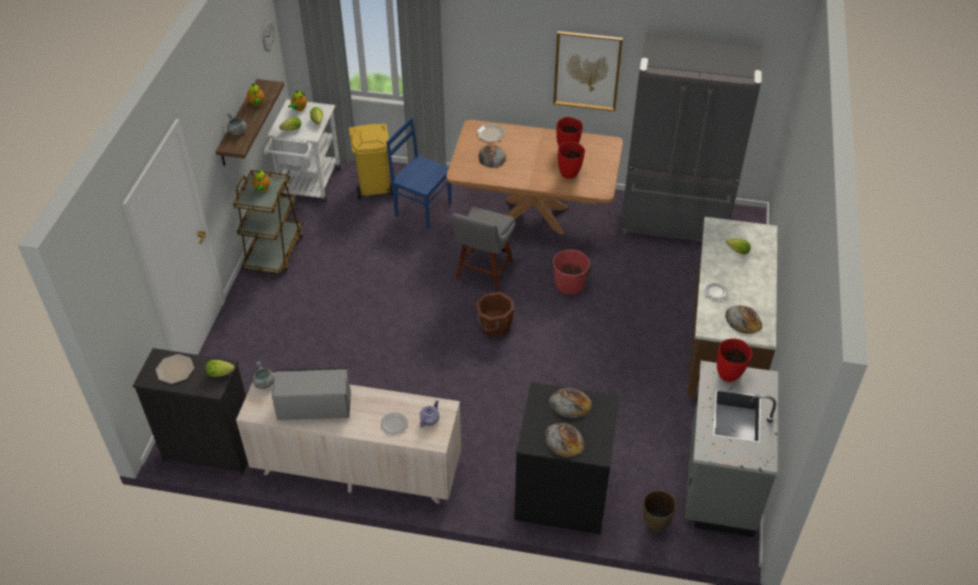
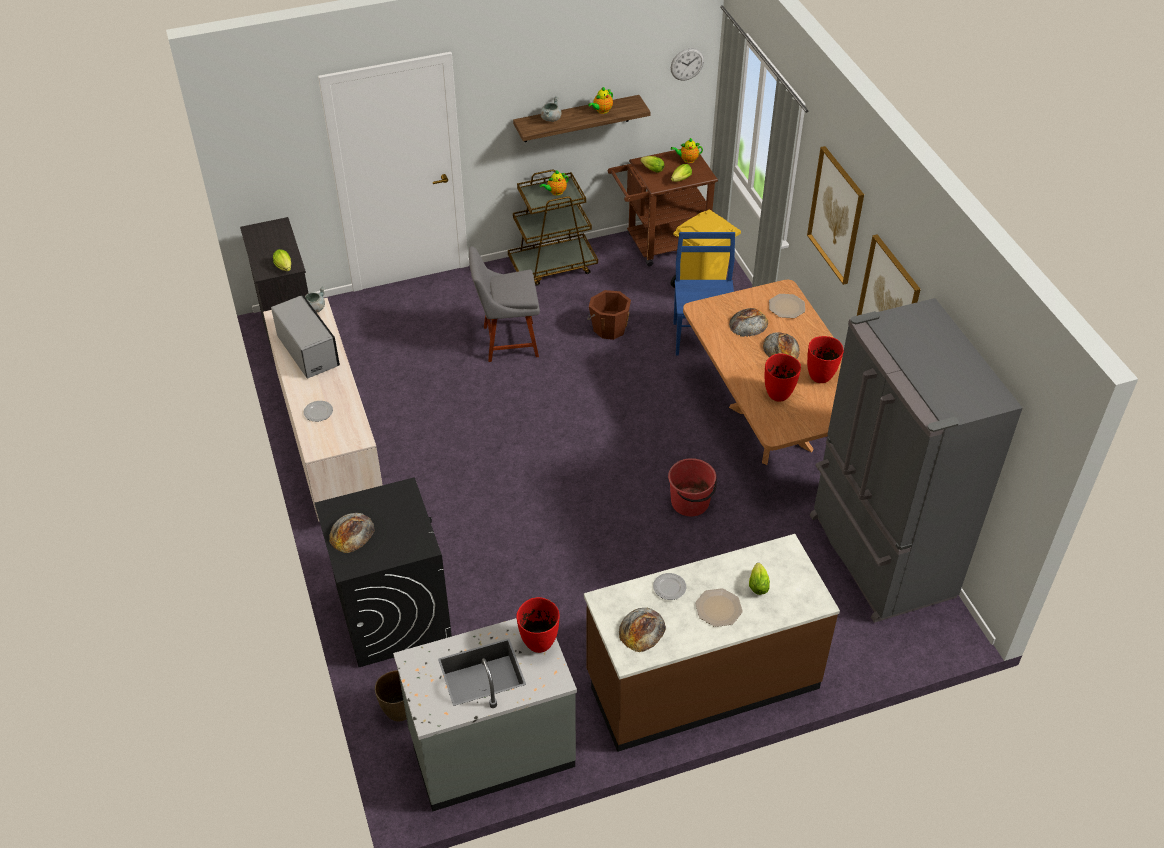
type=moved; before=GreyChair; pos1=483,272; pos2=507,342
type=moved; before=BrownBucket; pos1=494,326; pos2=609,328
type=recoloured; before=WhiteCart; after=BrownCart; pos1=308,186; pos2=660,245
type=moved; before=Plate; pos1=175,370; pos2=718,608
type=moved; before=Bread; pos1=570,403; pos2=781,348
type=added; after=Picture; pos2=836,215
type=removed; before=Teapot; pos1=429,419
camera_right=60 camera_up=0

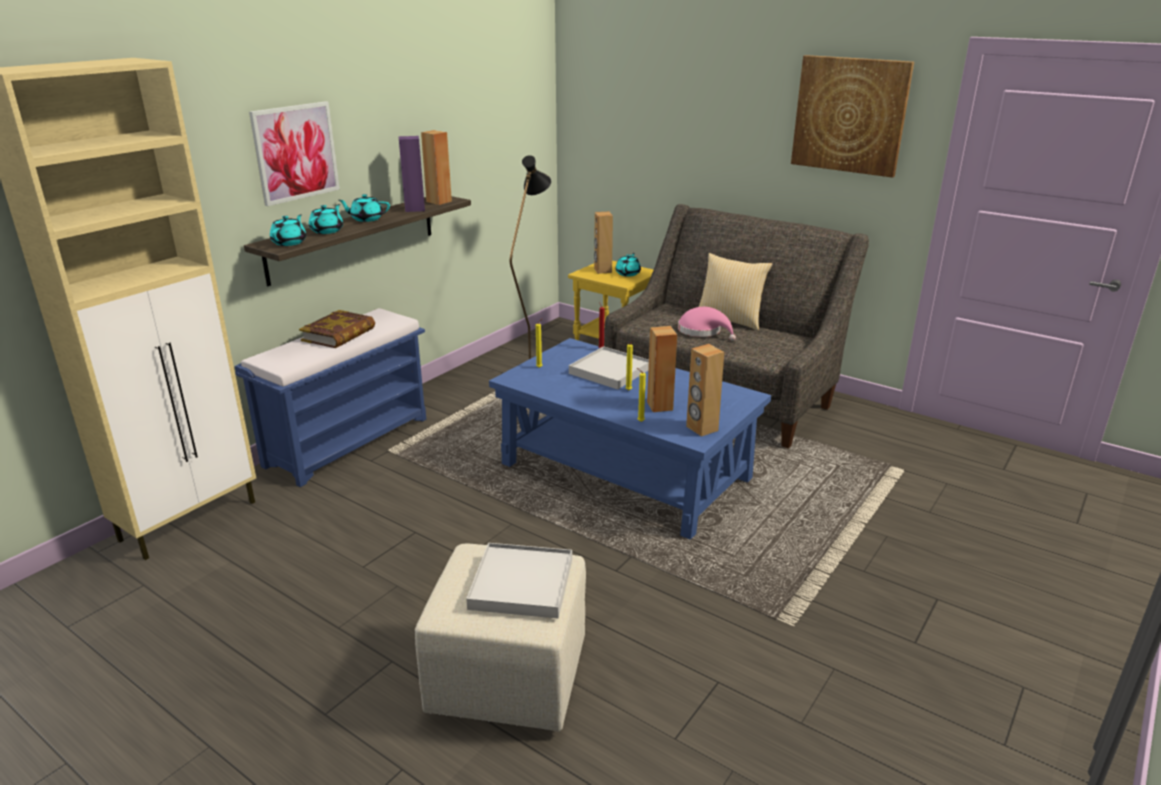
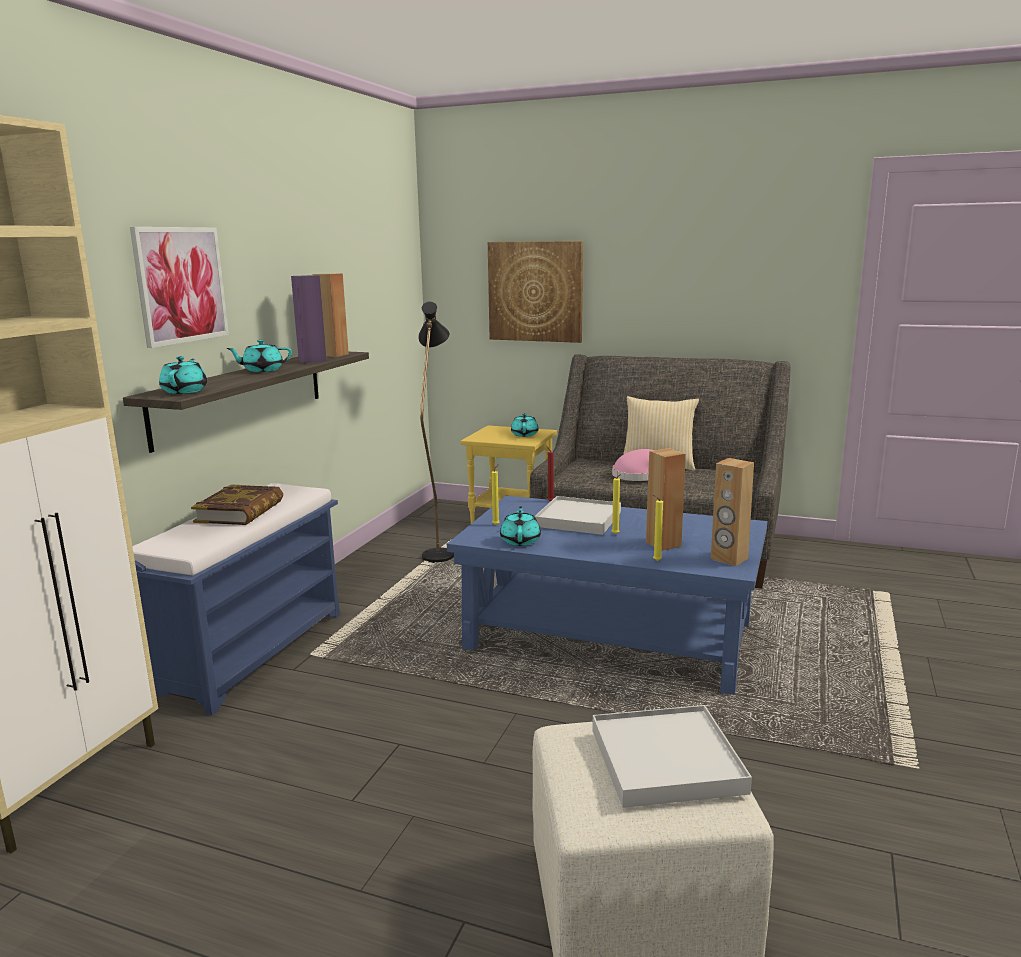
type=moved; before=Picture; pos1=850,115; pos2=535,291
type=moved; before=TurquoiseTeapot; pos1=327,231; pos2=520,540
type=removed; before=BrownSpeaker; pos1=602,270
camera_right=-15 camera_up=-10

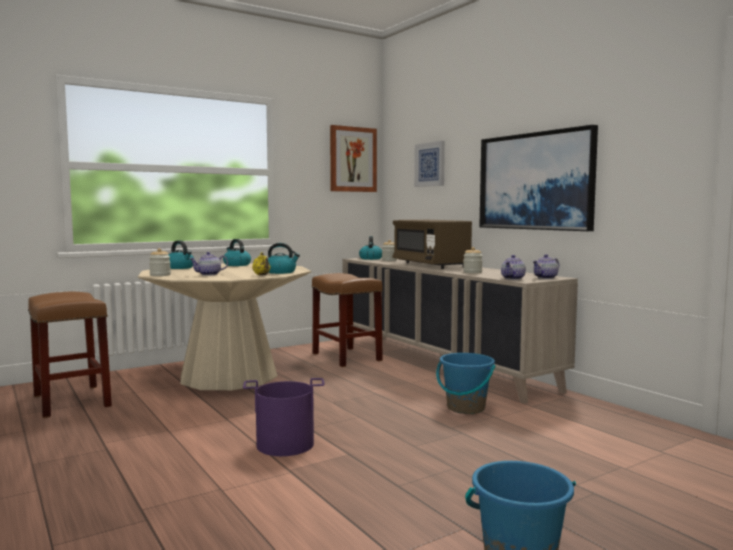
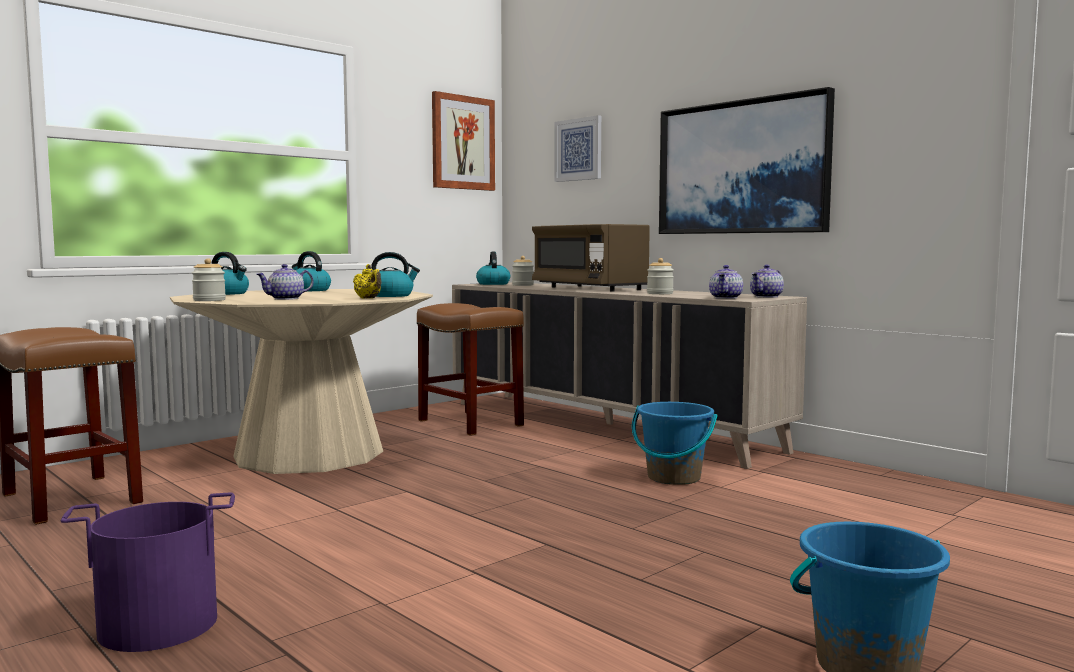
type=moved; before=PurpleBucket; pos1=285,444; pos2=158,624
camera_right=-10 camera_up=0

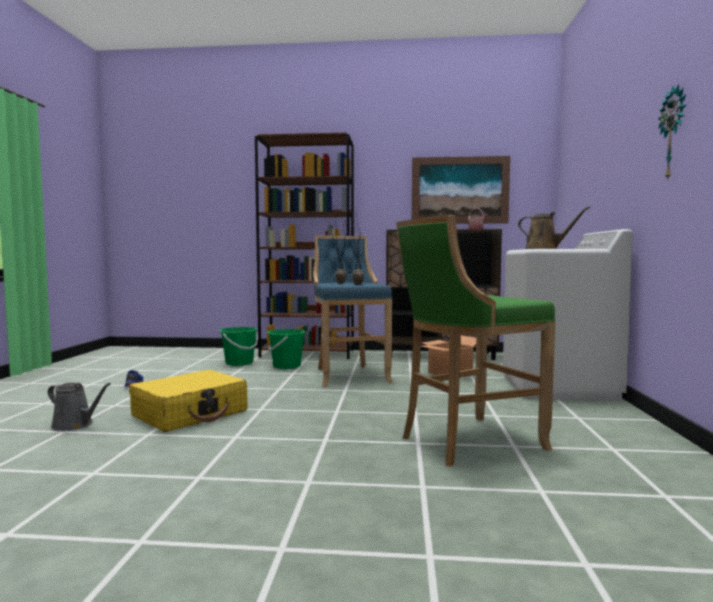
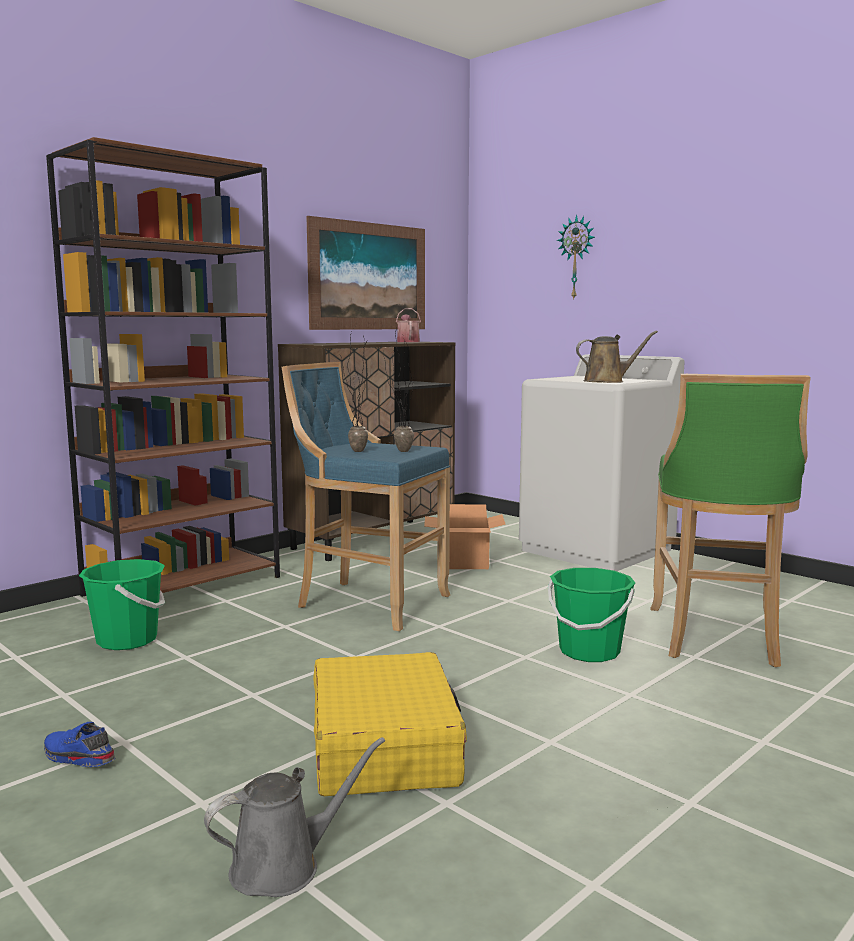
type=moved; before=GreenBucket; pos1=286,366; pos2=589,651
type=moved; before=WallClock; pos1=674,133; pos2=577,258
camera_right=-50 camera_up=5

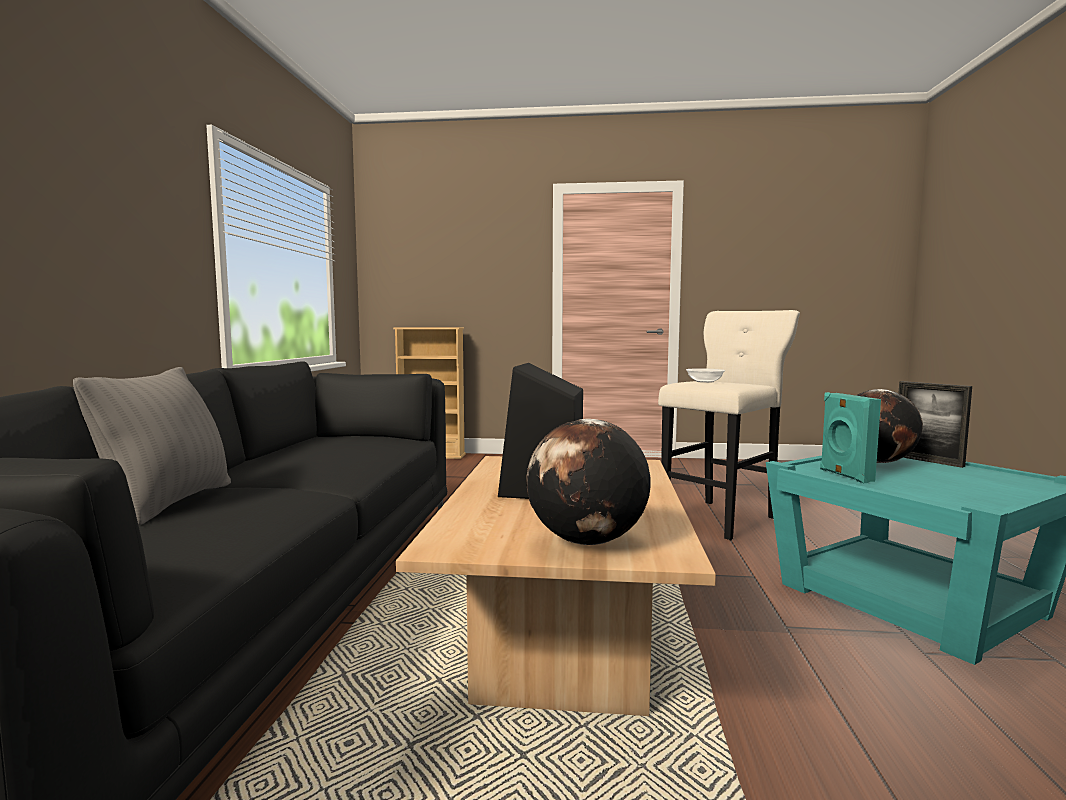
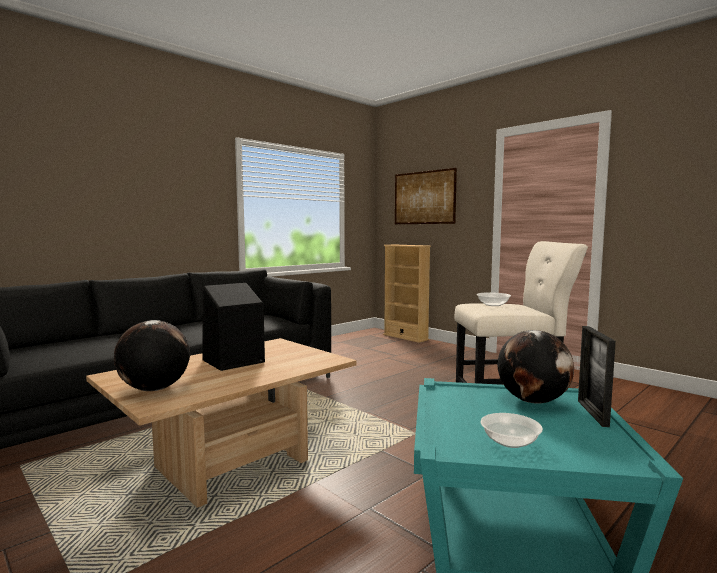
type=added; after=Picture; pos2=424,197
type=added; after=Bowl; pos2=510,442
type=removed; before=GreyPillow; pos1=169,503
type=removed; before=TurquoiseSpeaker; pos1=844,475
camera_right=40 camera_up=0

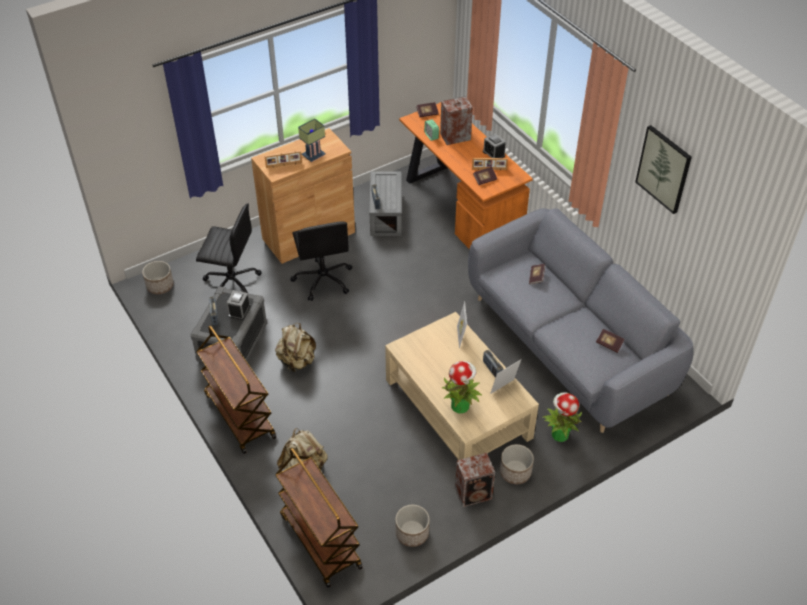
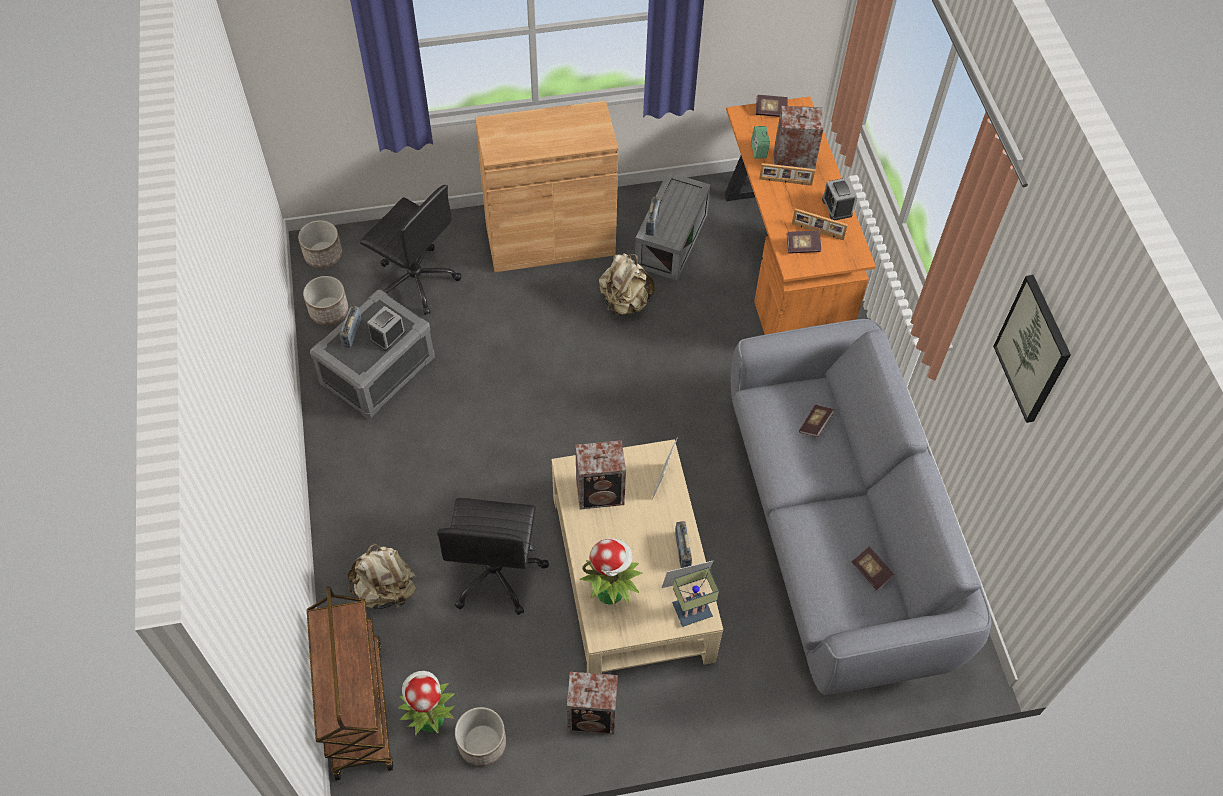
type=moved; before=Planter; pos1=515,472; pos2=329,311
type=moved; before=PottedPlant; pos1=559,434; pos2=429,718
type=moved; before=BlackOfficeChair; pos1=323,279; pos2=495,573
type=added; after=Speaker; pos2=601,493
type=moved; before=BeigeBackpack; pos1=297,361; pos2=624,302
type=moved; before=TableLamp; pos1=313,155; pos2=692,609
type=moved; before=PictureFrame; pos1=284,165; pos2=785,182
type=removed; before=BrownCart; pos1=239,415
camera_right=20 camera_up=10

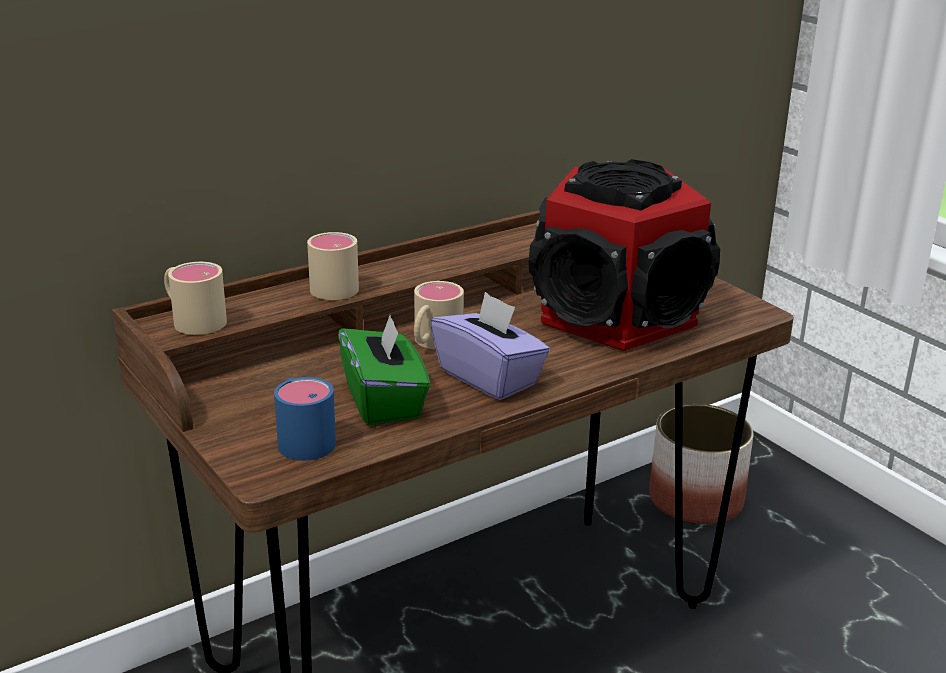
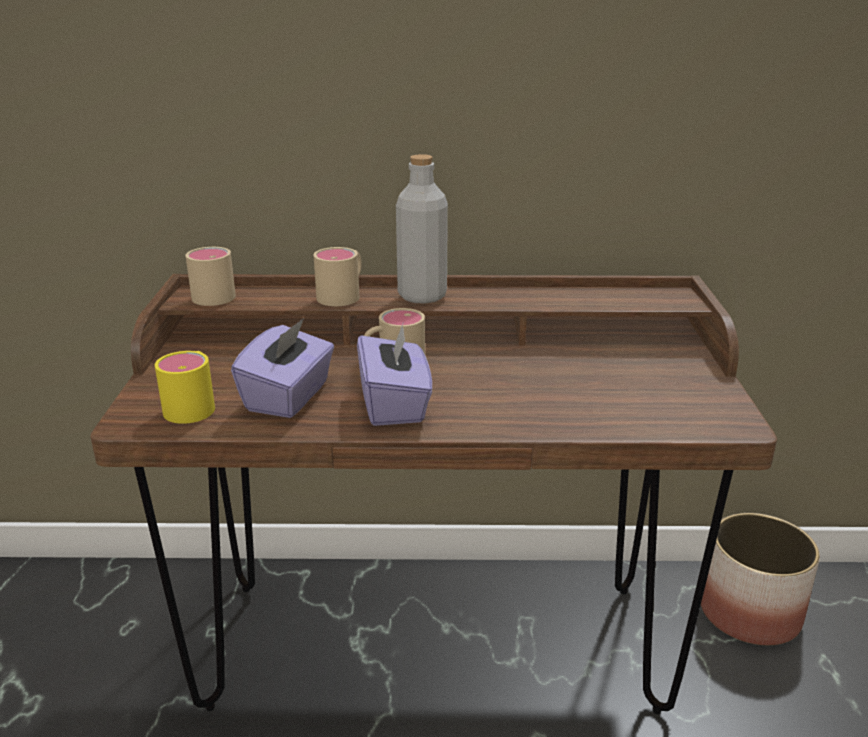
type=recoloured; before=BlueMug; after=YellowMug; pos1=302,438; pos2=194,404
type=recoloured; before=GreenTissueBox; after=PurpleTissueBox; pos1=384,401; pos2=289,397
type=added; after=GreyBottle; pos2=422,295
type=removed; before=Speaker; pos1=618,316
camera_right=35 camera_up=0

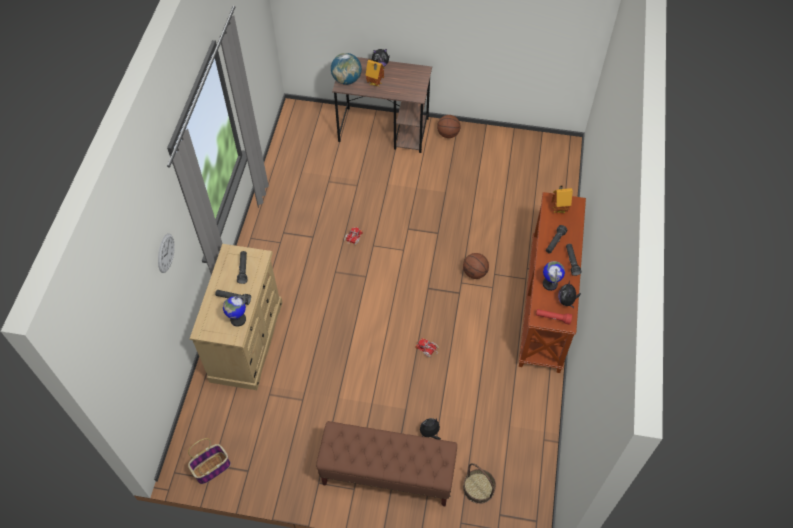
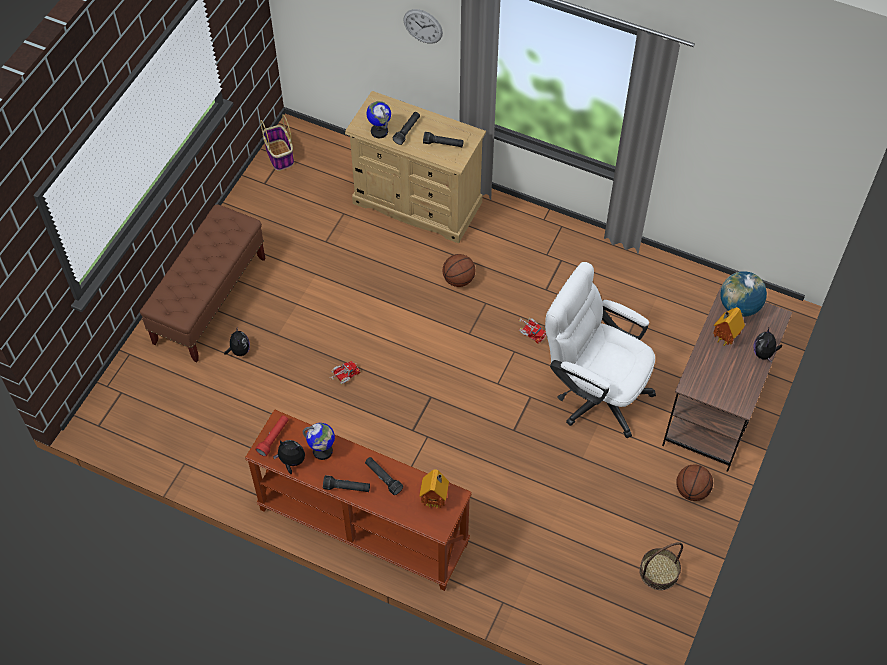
type=moved; before=Basketball; pos1=475,272; pos2=458,280
type=added; after=WhiteOfficeChair; pos2=594,392
type=moved; before=Basket; pos1=479,488; pos2=659,572
camera_right=105 camera_up=0

